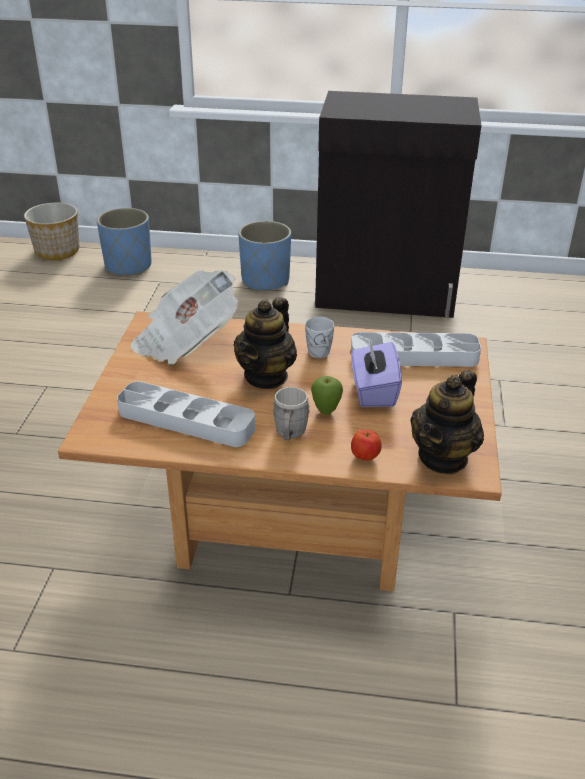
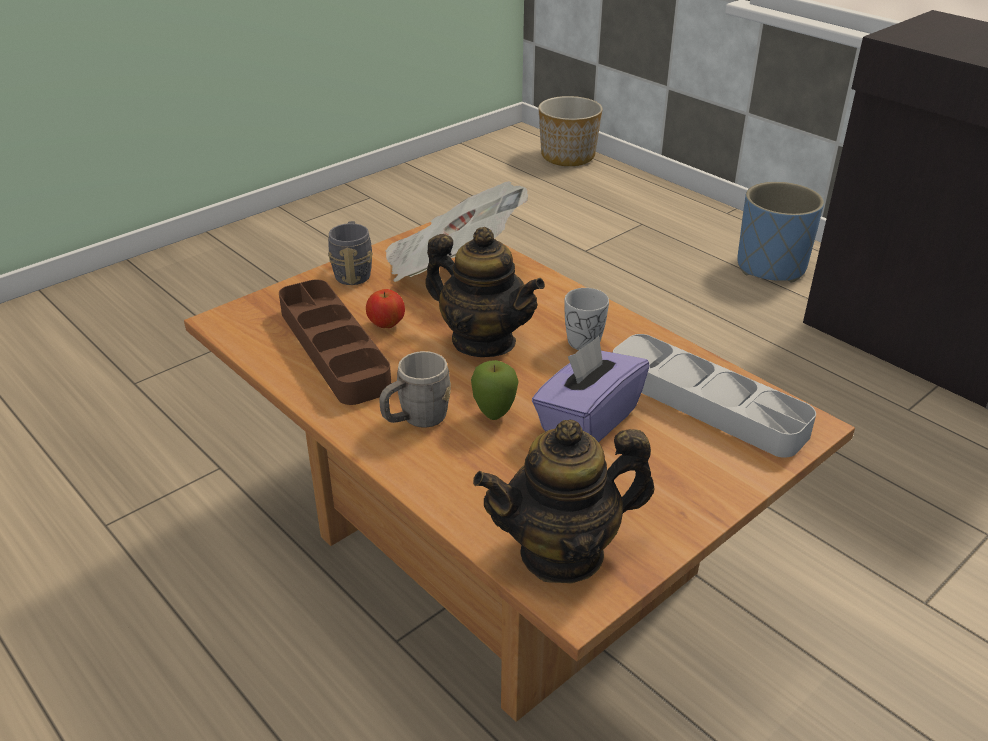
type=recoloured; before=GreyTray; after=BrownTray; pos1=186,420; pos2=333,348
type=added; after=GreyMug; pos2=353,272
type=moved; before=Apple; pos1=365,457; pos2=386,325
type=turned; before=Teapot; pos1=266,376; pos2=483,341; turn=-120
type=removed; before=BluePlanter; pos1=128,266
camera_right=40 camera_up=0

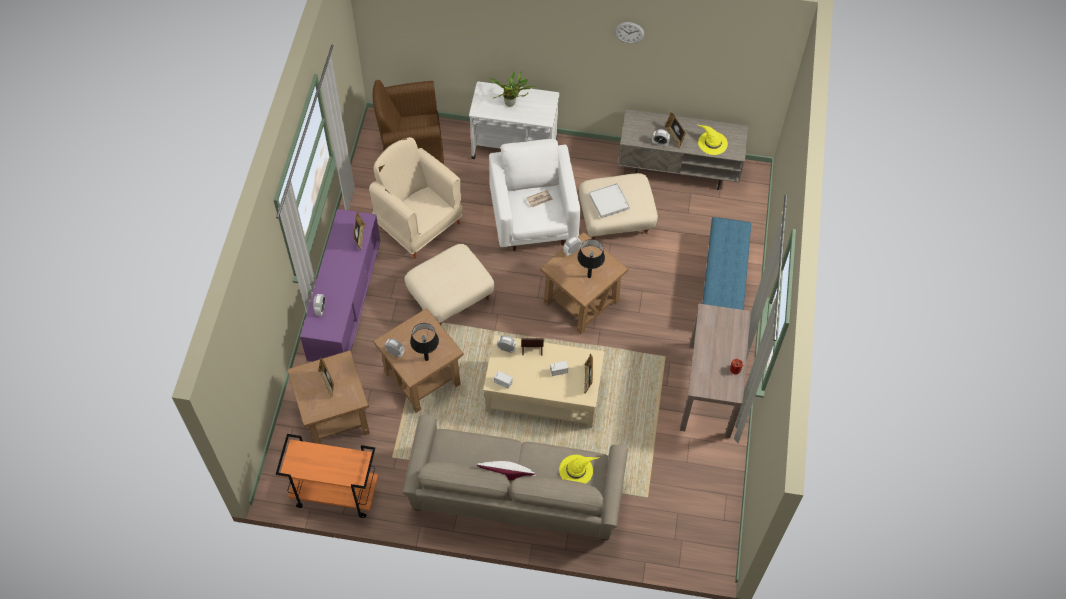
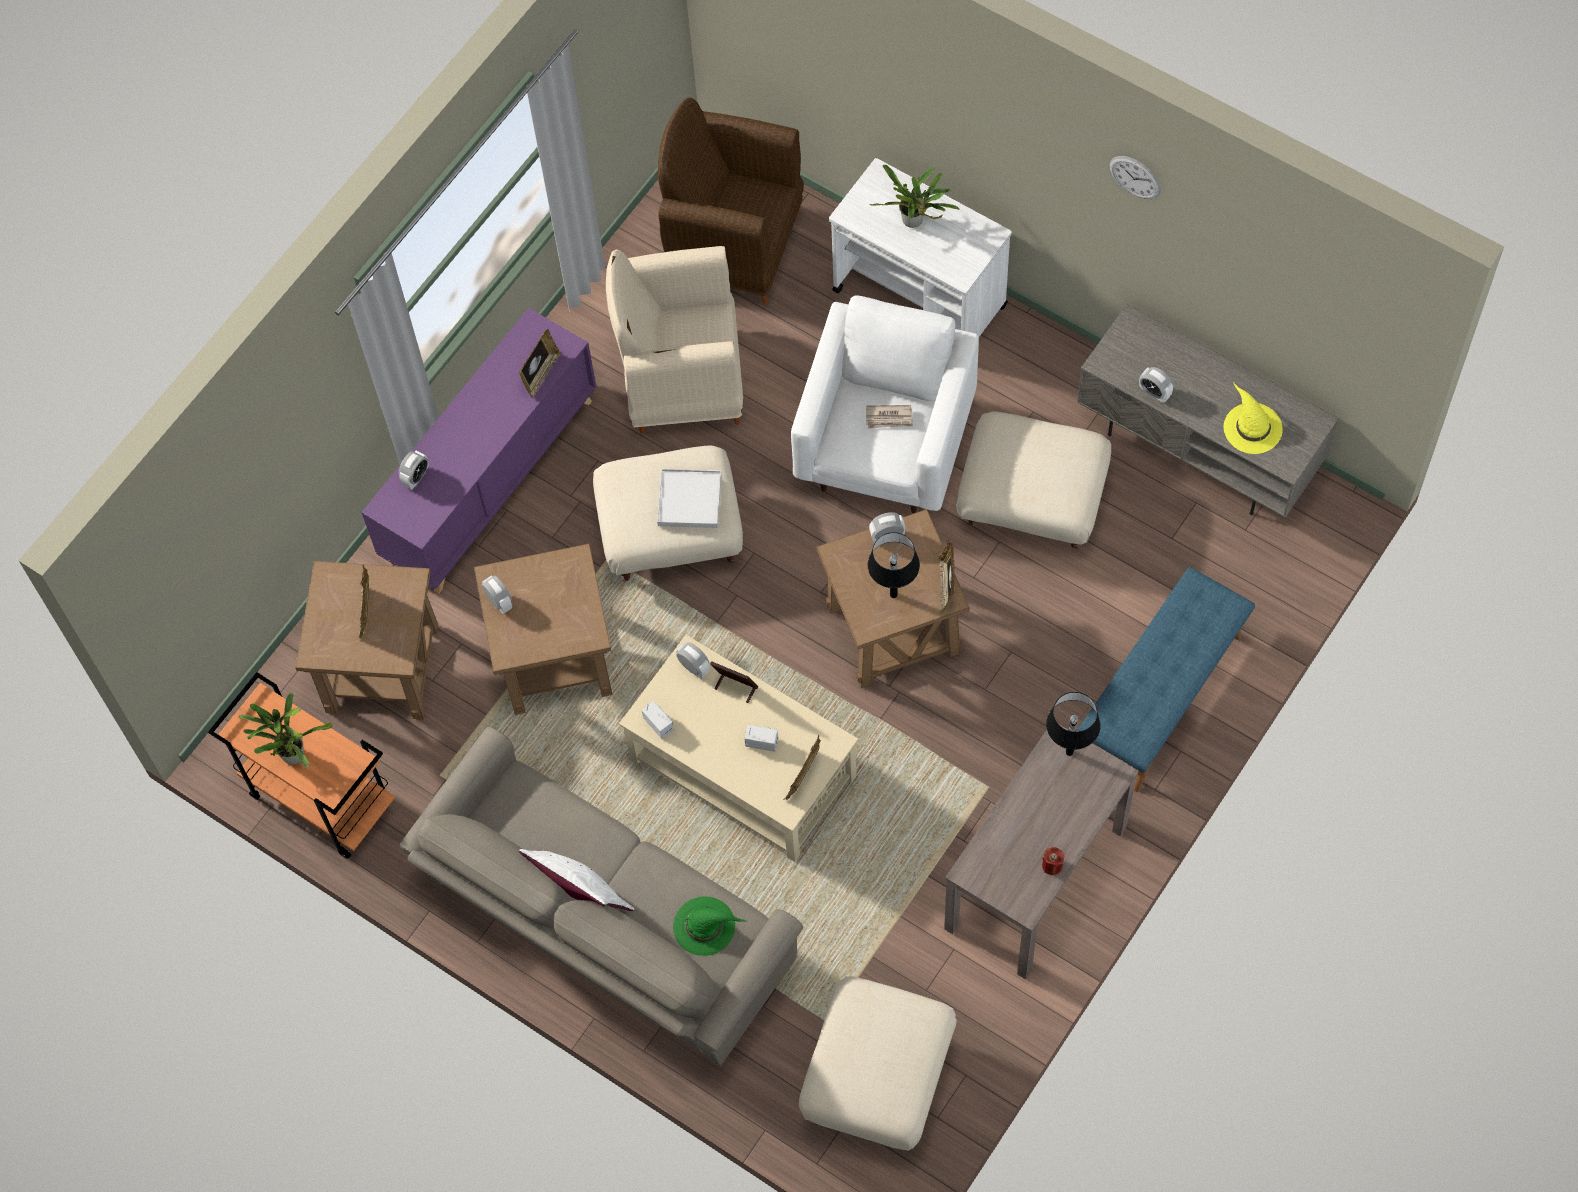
type=added; after=PottedPlant; pos2=291,753
type=turned; before=BeigeArmchair; pos1=418,224; pos2=682,379; turn=-75
type=moved; before=WhiteTray; pos1=608,201; pos2=689,500
type=recoloured; before=YellowHat; after=GreenHat; pos1=576,470; pos2=705,926
type=added; after=BeigeOttoman; pos2=879,1081
type=moved; before=PictureFrame; pos1=674,137; pos2=946,586
type=moved; before=BlackTableLamp; pos1=426,359; pos2=1069,752
camera_right=30 camera_up=5

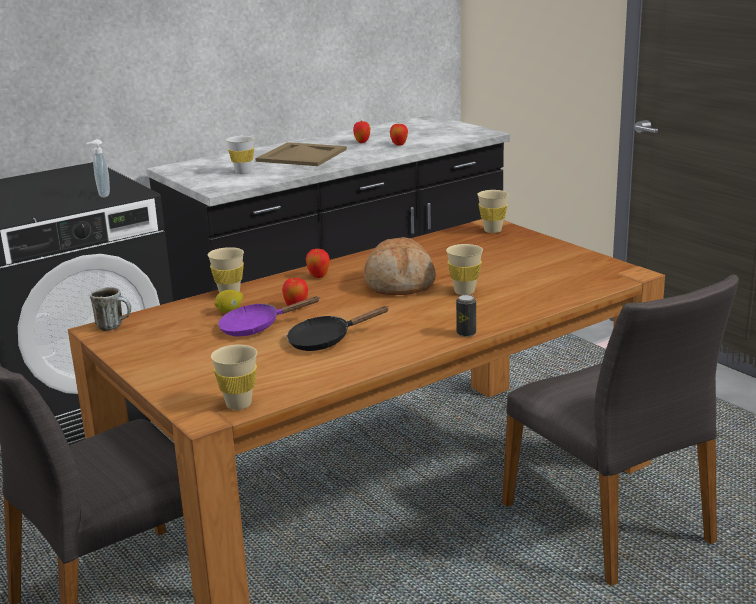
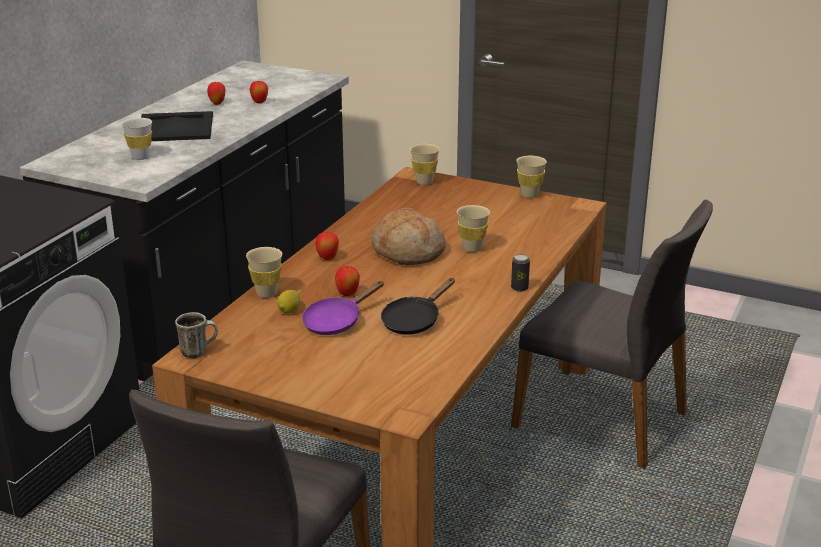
type=recoloured; before=BeigeTray; after=BlackTray; pos1=301,155; pos2=174,128
type=moved; before=BeigeCup; pos1=238,404; pos2=529,195
type=removed; before=SoapDispenser; pos1=102,195
camera_right=-30 camera_up=5

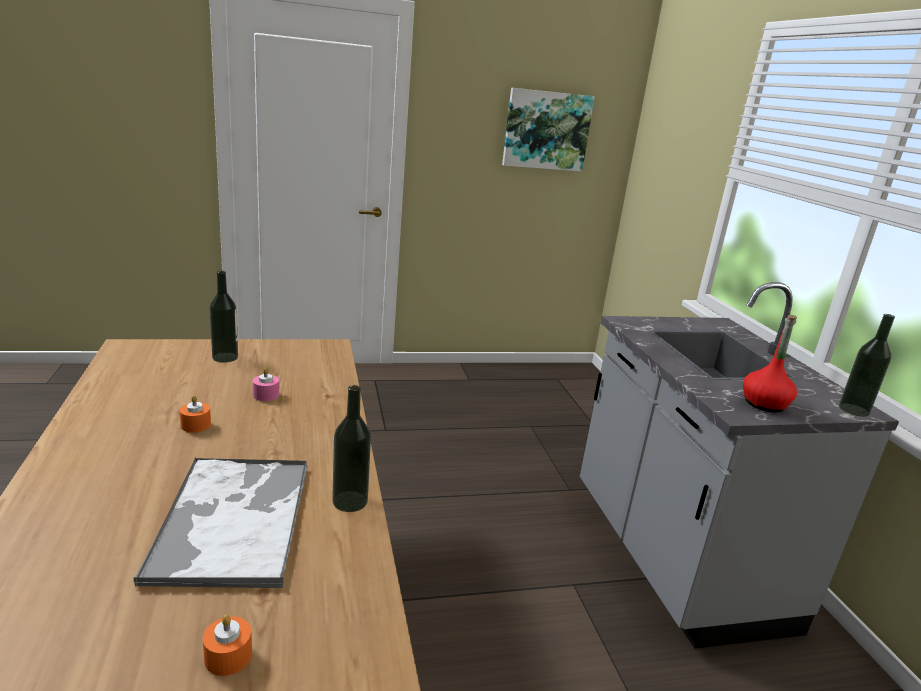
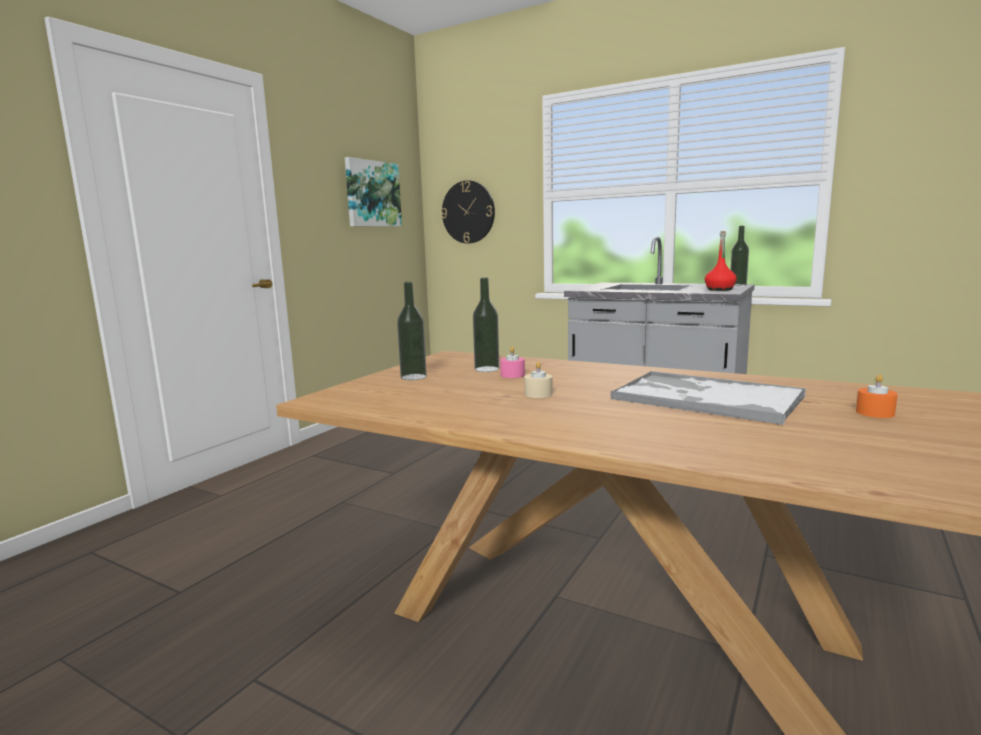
type=added; after=WallClock; pos2=468,212
type=moved; before=Bottle; pos1=350,501; pos2=487,369
type=recoloured; before=OrangeCandle; after=BeigeCandle; pos1=196,425; pos2=538,394
camera_right=-45 camera_up=-10

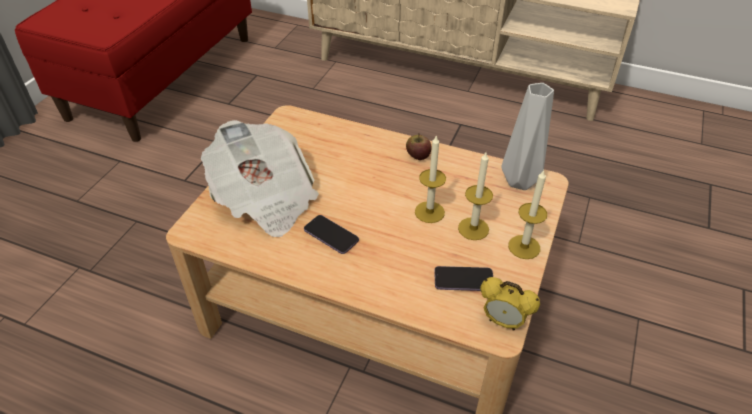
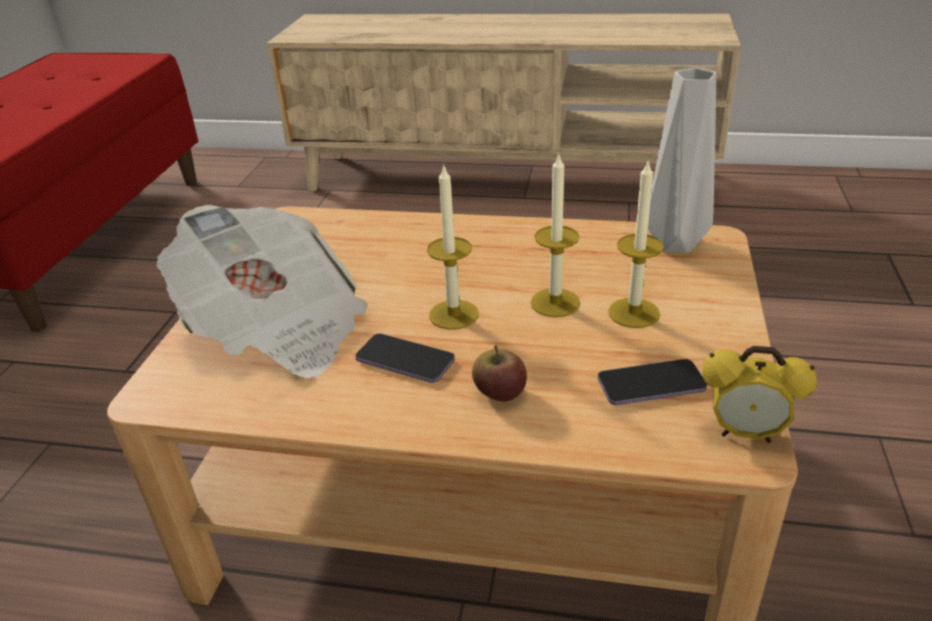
type=moved; before=Candle; pos1=524,247; pos2=454,314
type=moved; before=Apple; pos1=418,156; pos2=499,393
camera_right=-10 camera_up=-10

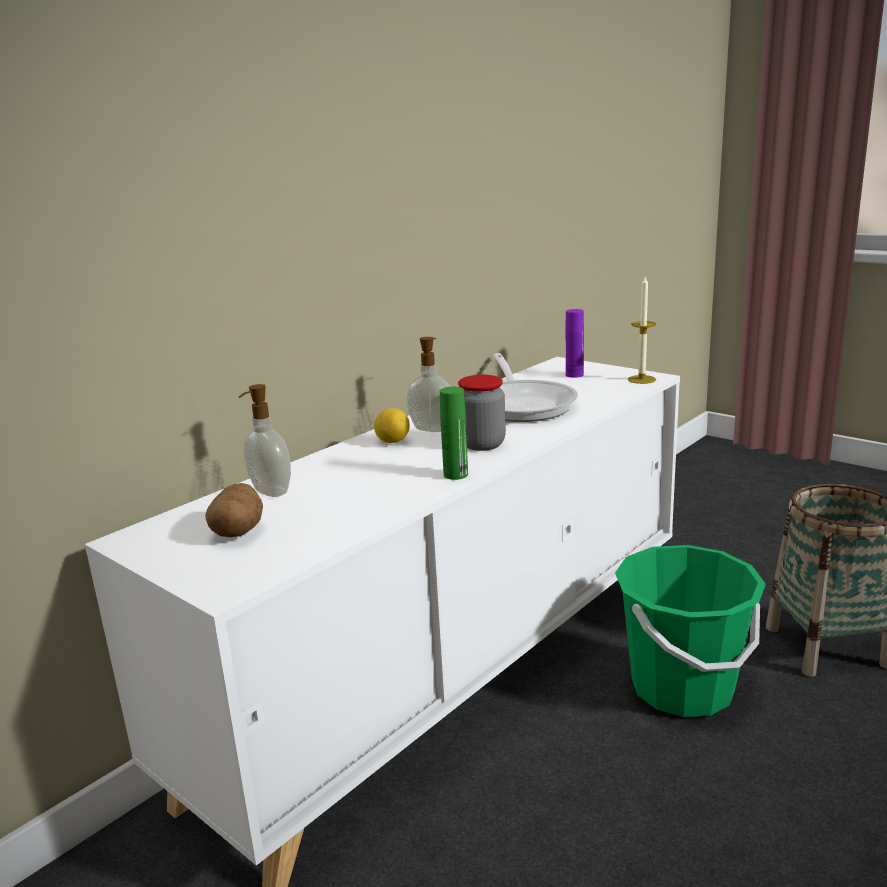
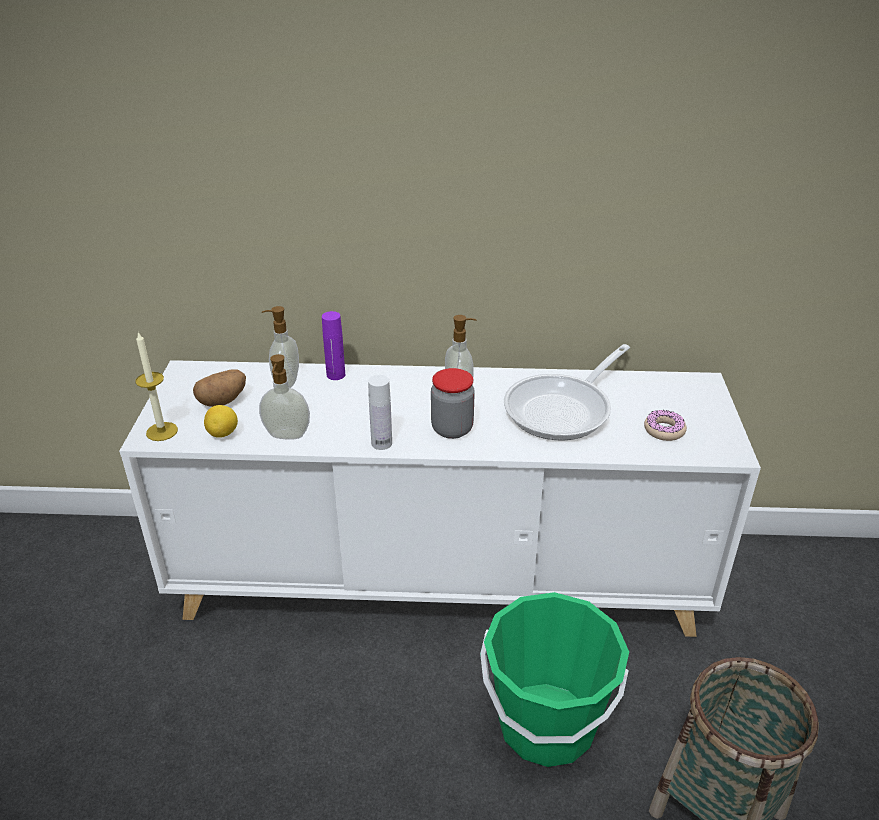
type=moved; before=Candle; pos1=641,379; pos2=162,431
type=moved; before=Lemon; pos1=392,442; pos2=223,434
type=added; after=SoapDispenser; pos2=287,436
type=moved; before=PurpleBottle; pos1=574,375; pos2=336,375
type=recoloured; before=GreenBottle; after=WhiteBottle; pos1=455,475; pos2=381,443
type=added; after=Donut; pos2=664,430
camera_right=50 camera_up=15

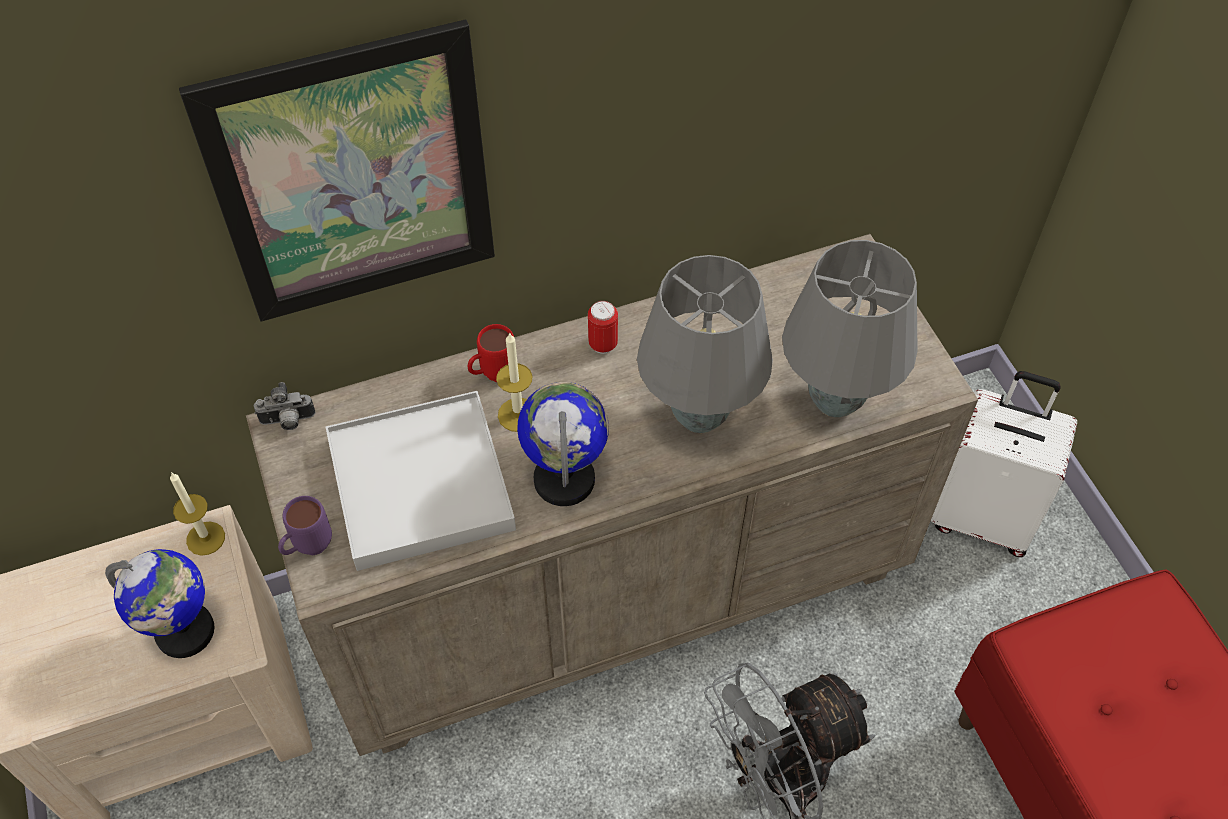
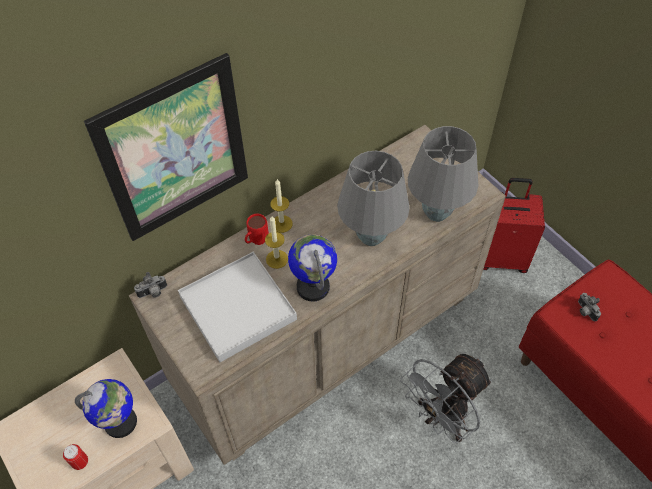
type=moved; before=Can; pos1=603,344; pos2=80,462
type=moved; before=Candle; pos1=205,538; pos2=281,224
type=recoloured; before=WhiteSuitcase; after=RedSuitcase; pos1=982,516; pos2=500,257
type=added; after=PhotoCamera; pos2=585,311
type=removed; before=PurpleMug; pos1=308,549
camera_right=-15 camera_up=0

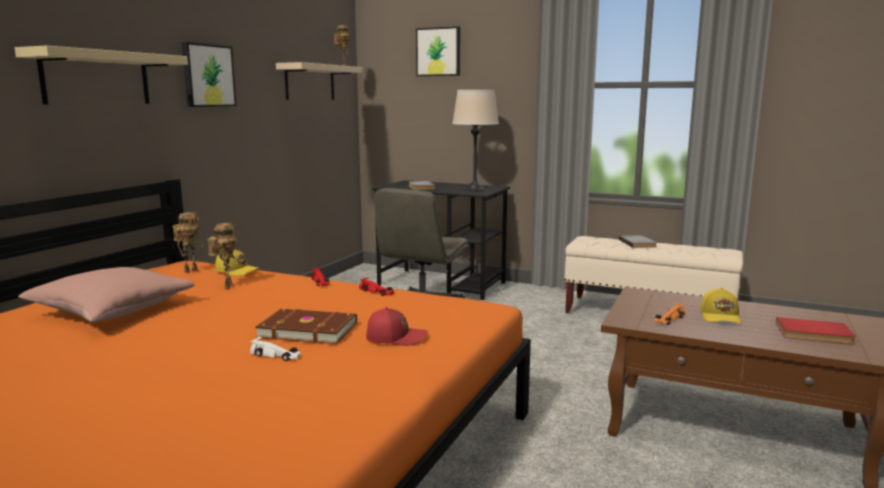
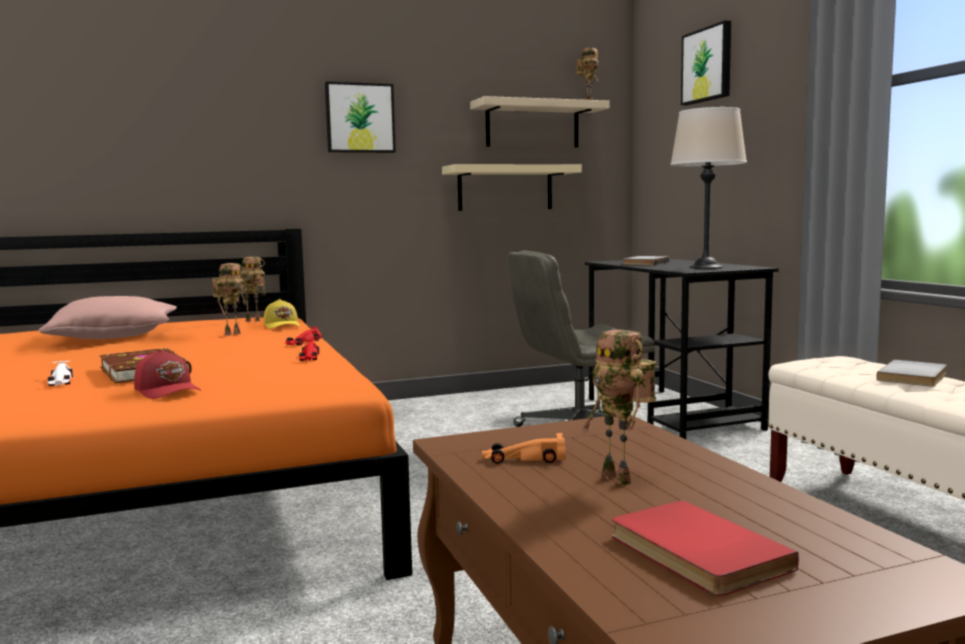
type=moved; before=BeigeShelf; pos1=97,78; pos2=505,188
type=replaced; before=YellowCap; after=ToyRobot; pos1=721,317; pos2=620,479
camera_right=45 camera_up=-5

